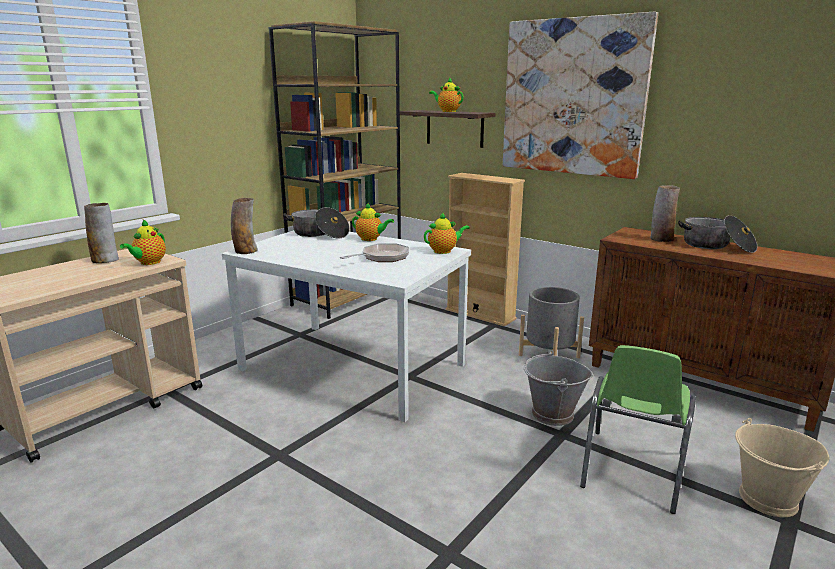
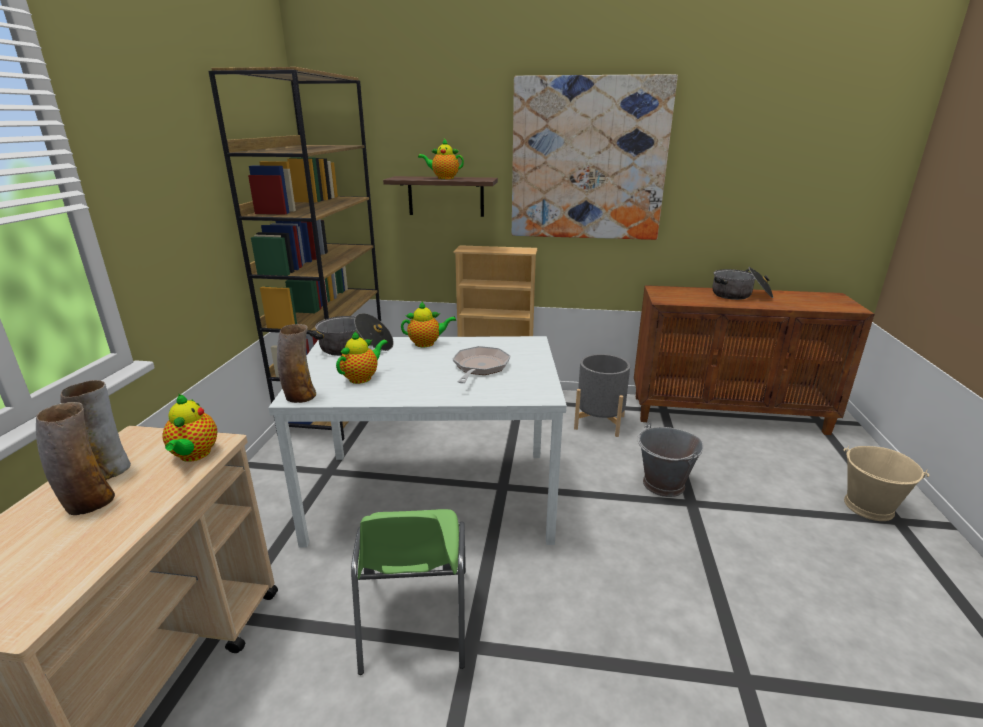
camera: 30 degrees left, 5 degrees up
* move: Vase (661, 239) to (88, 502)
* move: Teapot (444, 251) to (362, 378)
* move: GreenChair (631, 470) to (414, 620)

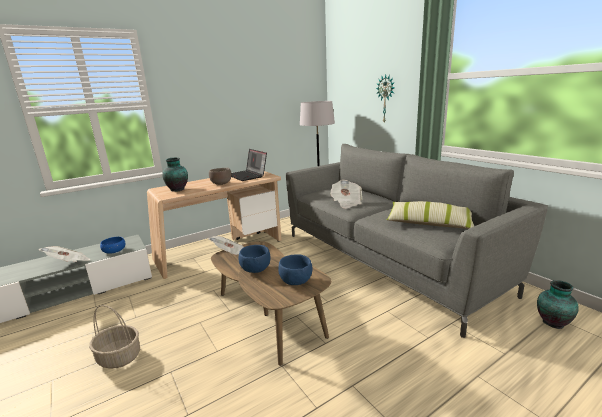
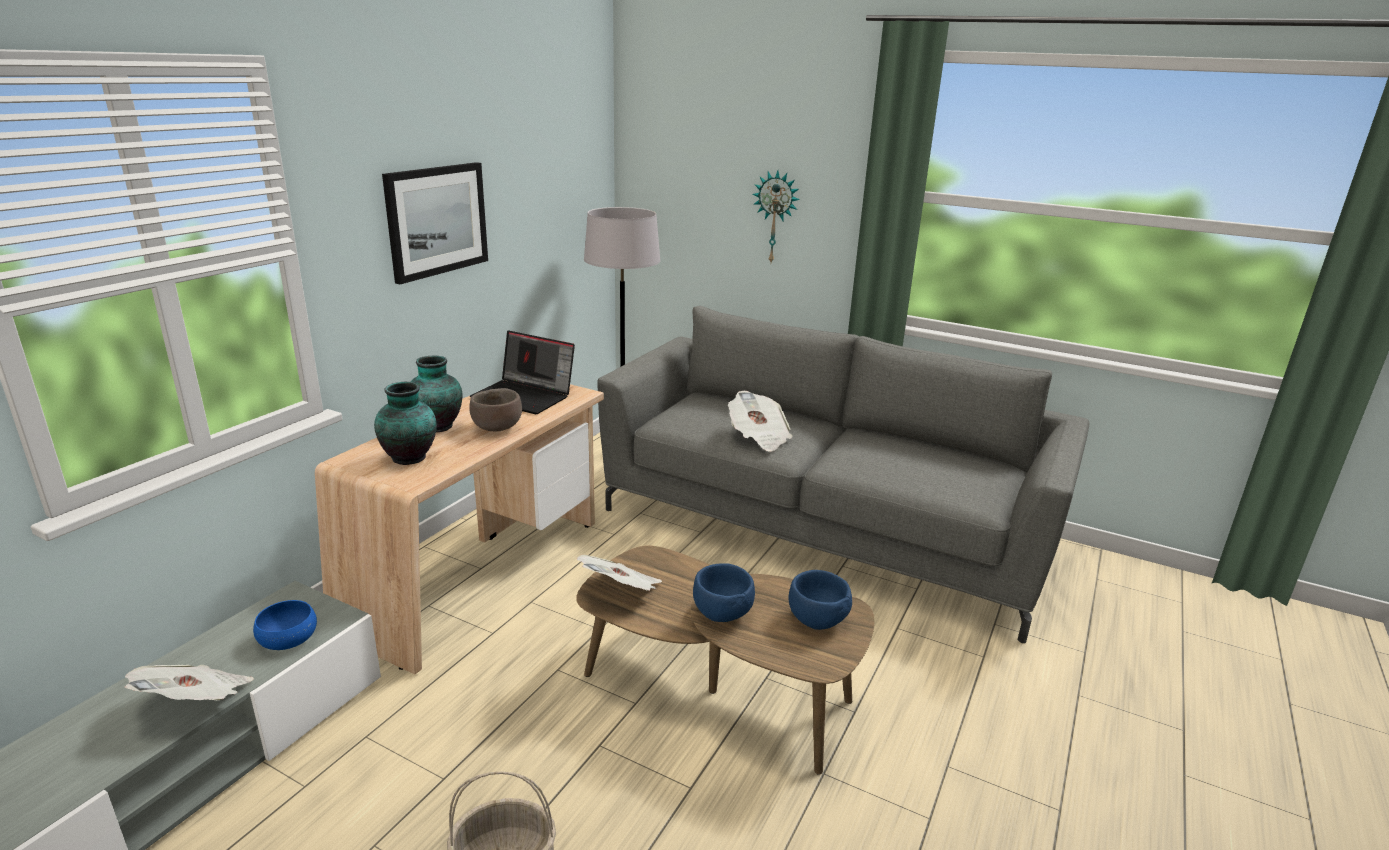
camera: 30 degrees left, 5 degrees up
* delete: Pillow (429, 223)
* move: Vase (553, 322) to (438, 425)
* insert: Picture (437, 220)

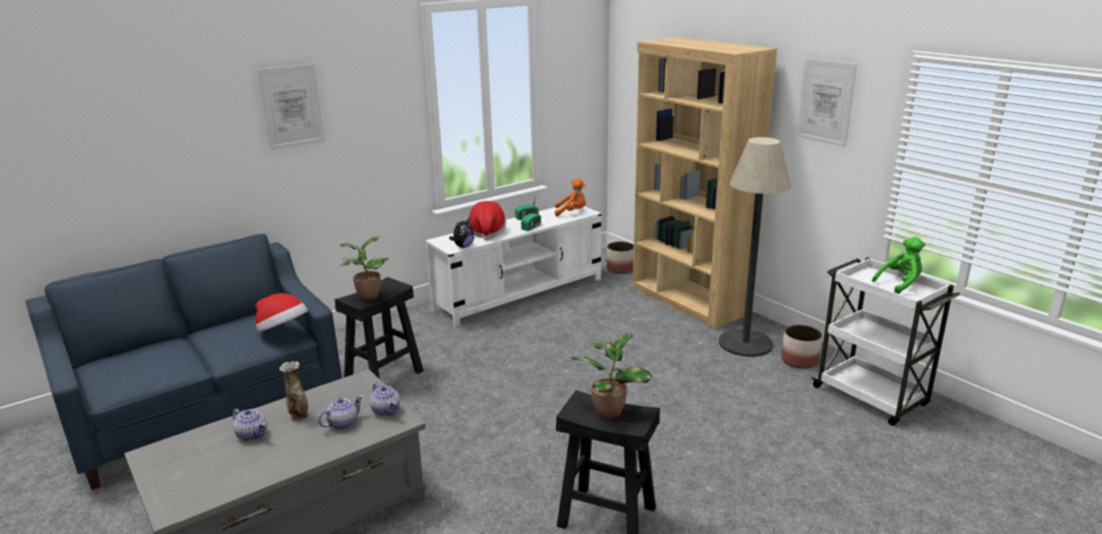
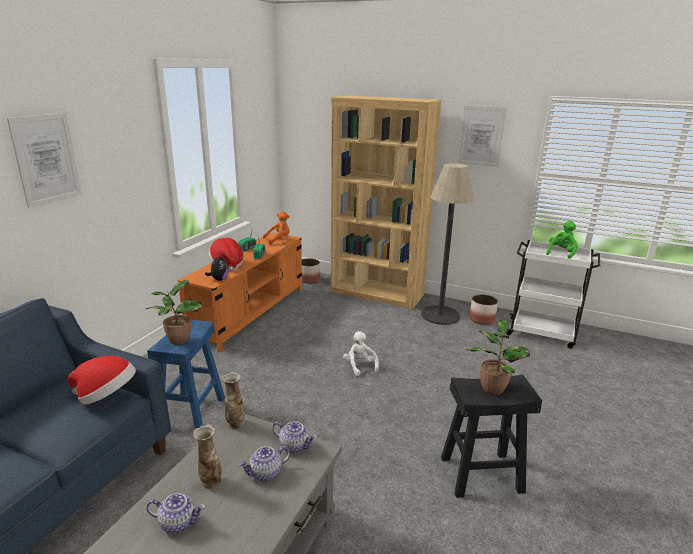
camera: 30 degrees left, 0 degrees up
* recolor: WhiteTvStand (520, 294) to OrangeTvStand (250, 313)
* recolor: BlackStool (384, 376) to BlueStool (191, 412)
* rotate: Teapot (343, 423) = (265, 473) 135 degrees counterclockwise
* insert: WhitePlushToy (359, 366)
* insert: Vase (235, 423)

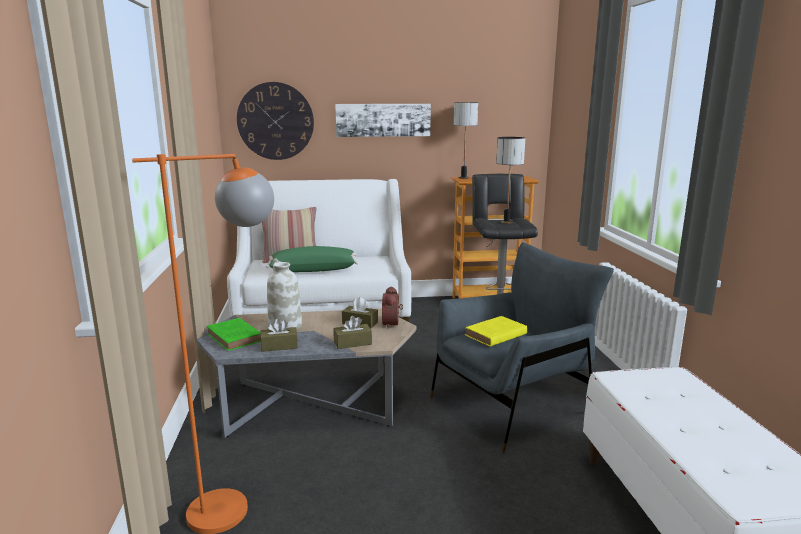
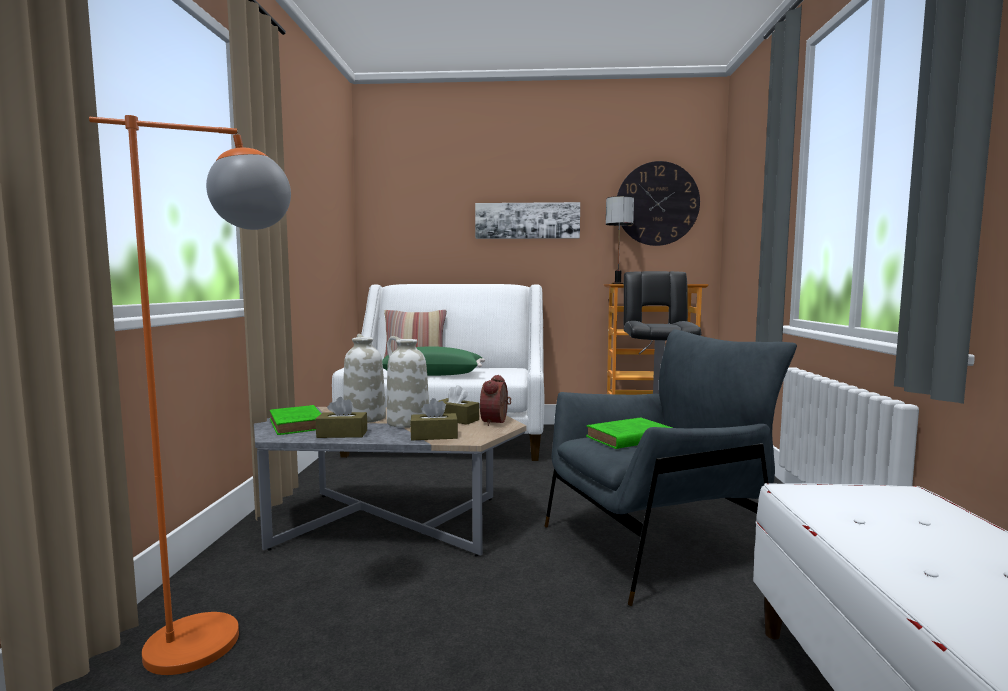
camera: 10 degrees right, 10 degrees down
* move: WallClock (275, 121) to (657, 204)
* delete: TableLamp (507, 222)
* recolor: YellowBook (494, 335) to GreenBook (627, 438)
* insert: WhiteVase (407, 422)

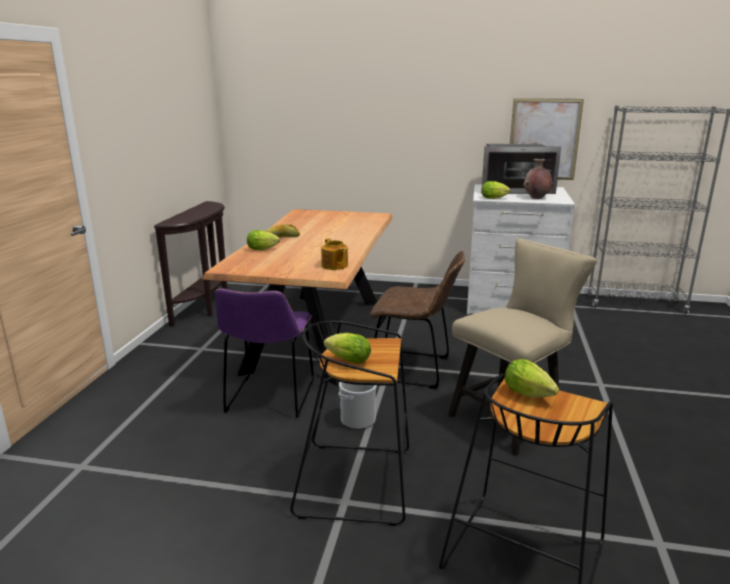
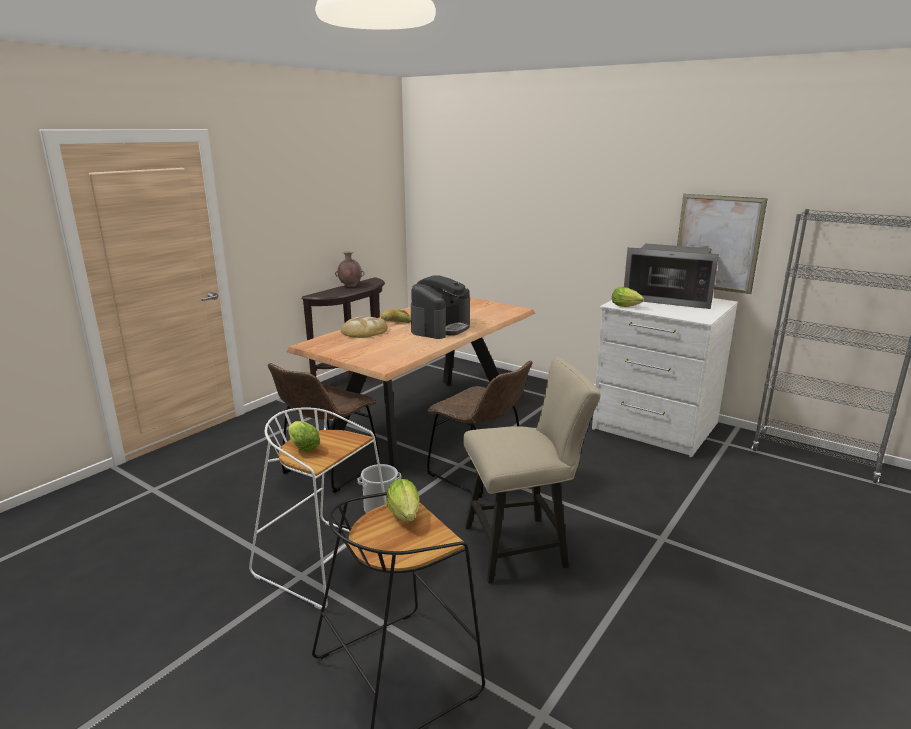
camera: 25 degrees right, 0 degrees up
* move: BrownVase (536, 198) to (350, 286)
* replace: Lettuce (264, 249) to Bread (363, 331)
* delete: Teapot (334, 266)
* recolor: PurpleChair (269, 399) to BrownChair (328, 471)
* recolor: BlackStool (357, 481) to WhiteStool (327, 562)
* insert: CoffeeMachine (441, 328)

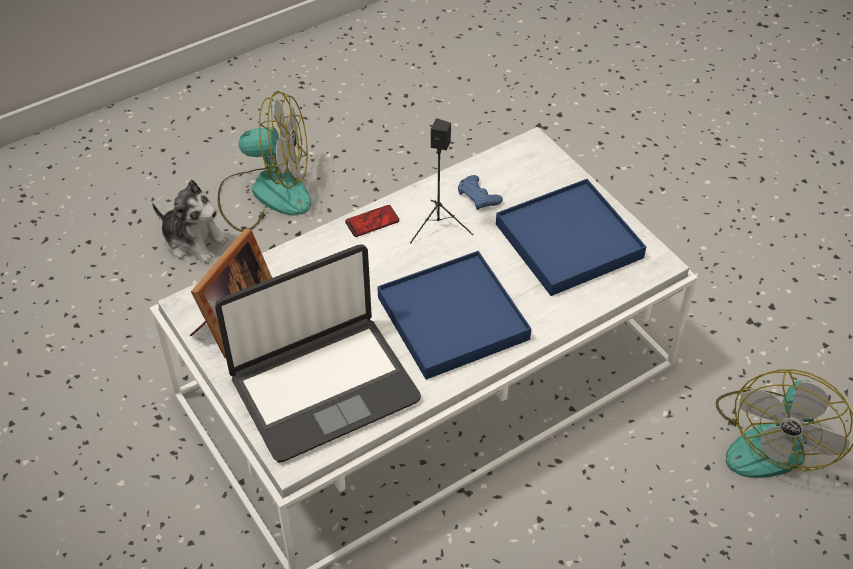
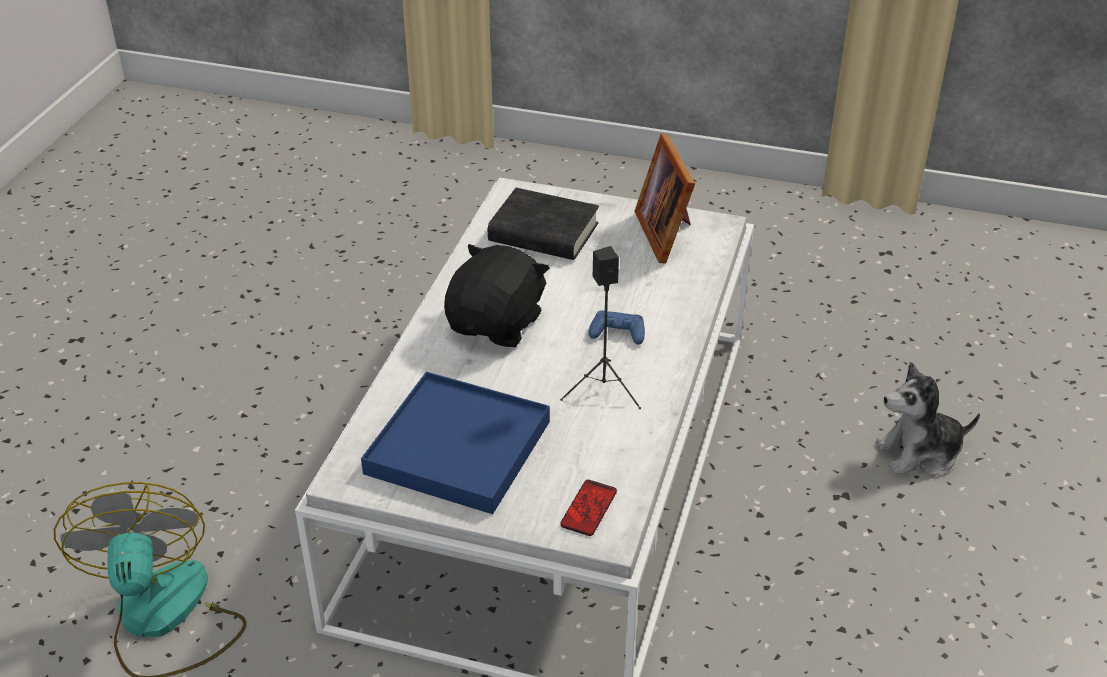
camera: 140 degrees right, 10 degrees down
* delete: Fan (266, 193)
* move: BlueGameController (478, 197) to (617, 333)
* move: Phone (372, 221) to (588, 508)
* replace: Laptop (324, 387) to BlackBook (543, 233)
* replace: BlueTray (453, 318) to BlackPlushToy (497, 324)

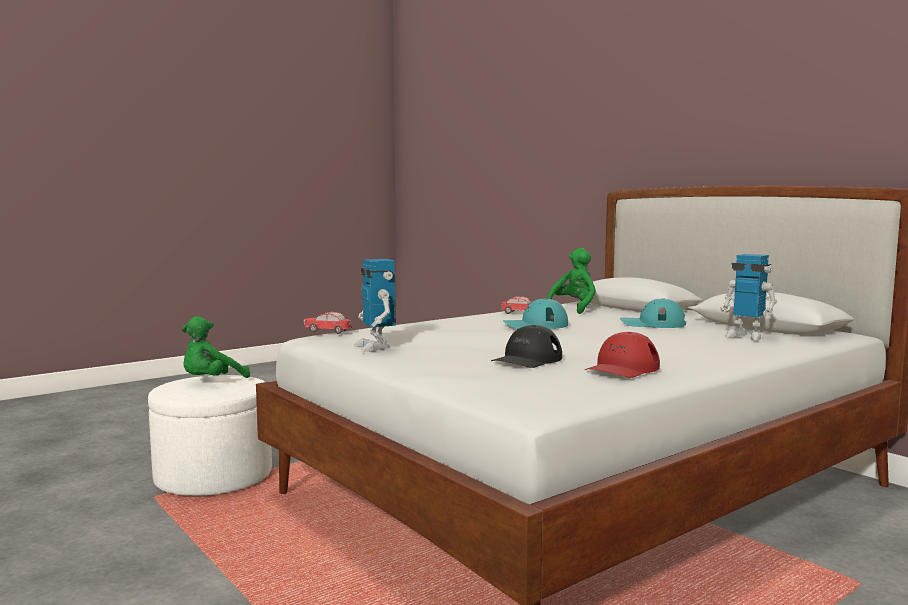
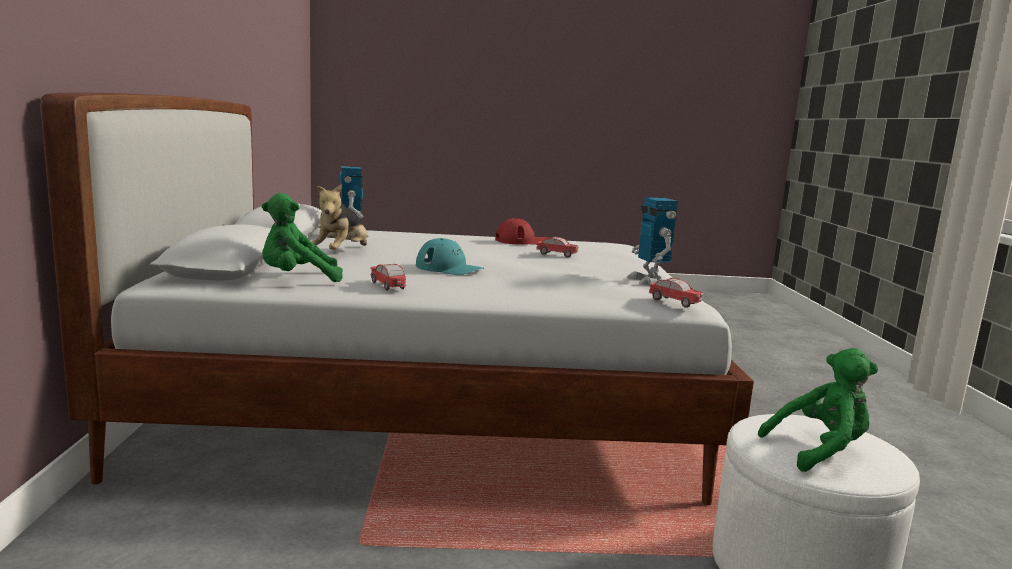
camera: 145 degrees left, 5 degrees up
* rotate: ToyRobot (375, 347) = (648, 281) 150 degrees clockwise
* replace: TurquoiseCap (652, 324) to PlushToy (342, 253)
* replace: BlackCap (527, 360) to ToyCar (556, 255)

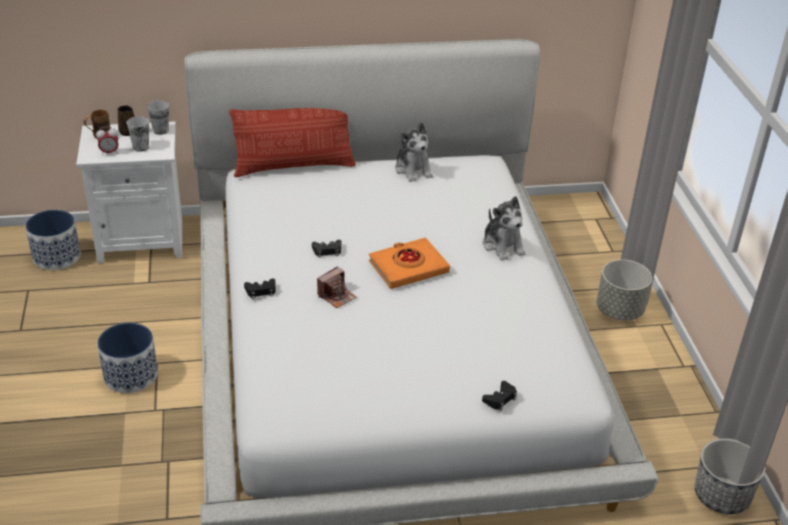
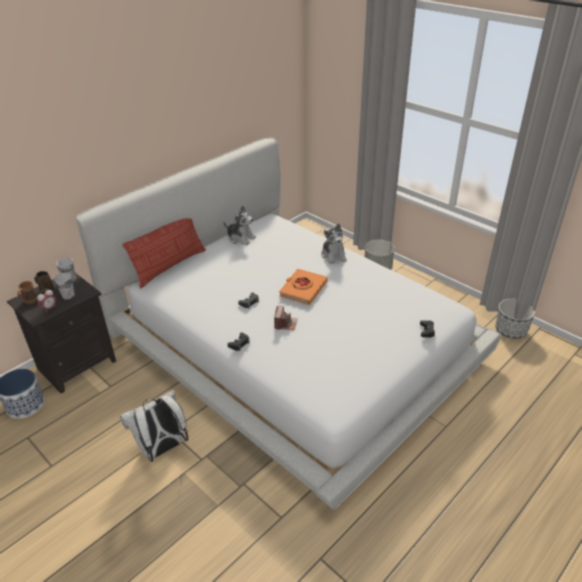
camera: 35 degrees left, 0 degrees up
* recolor: WhiteNightstand (142, 240) to BlackNightstand (77, 364)
* rotate: PlushToy (503, 246) = (333, 255) 45 degrees clockwise
* replace: Planter (130, 376) to WhiteBackpack (162, 449)

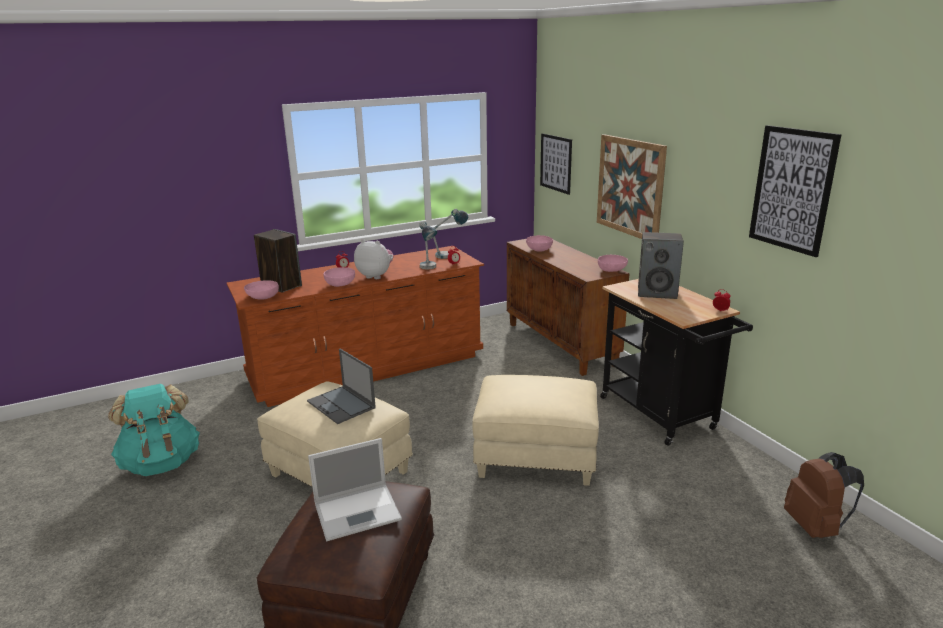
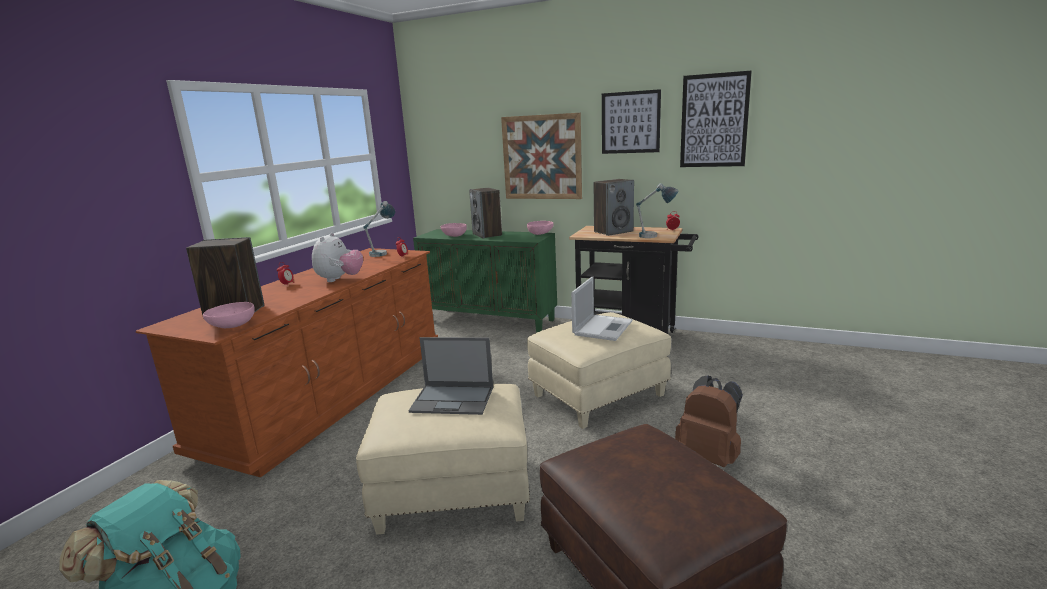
camera: 40 degrees left, 5 degrees down
* move: Picture (556, 163) to (630, 122)
* move: TableLamp (429, 269) to (655, 237)
* rotate: PlushToy (376, 276) = (340, 279) 120 degrees clockwise
* recolor: BrownCabinet (561, 344) to GreenCabinet (490, 320)
* delete: PinkBowl (340, 284)
* move: Laptop (359, 511) to (603, 327)
* move: BrownBackpack (815, 527) to (709, 456)
* insert: Speaker (487, 235)

